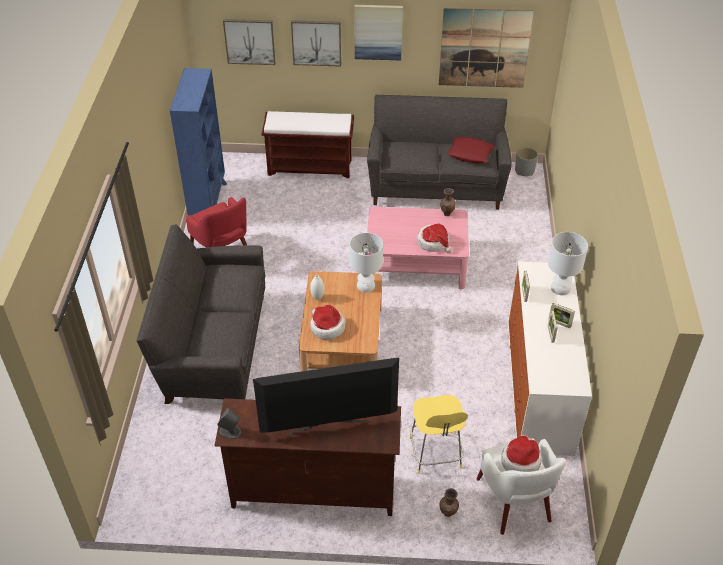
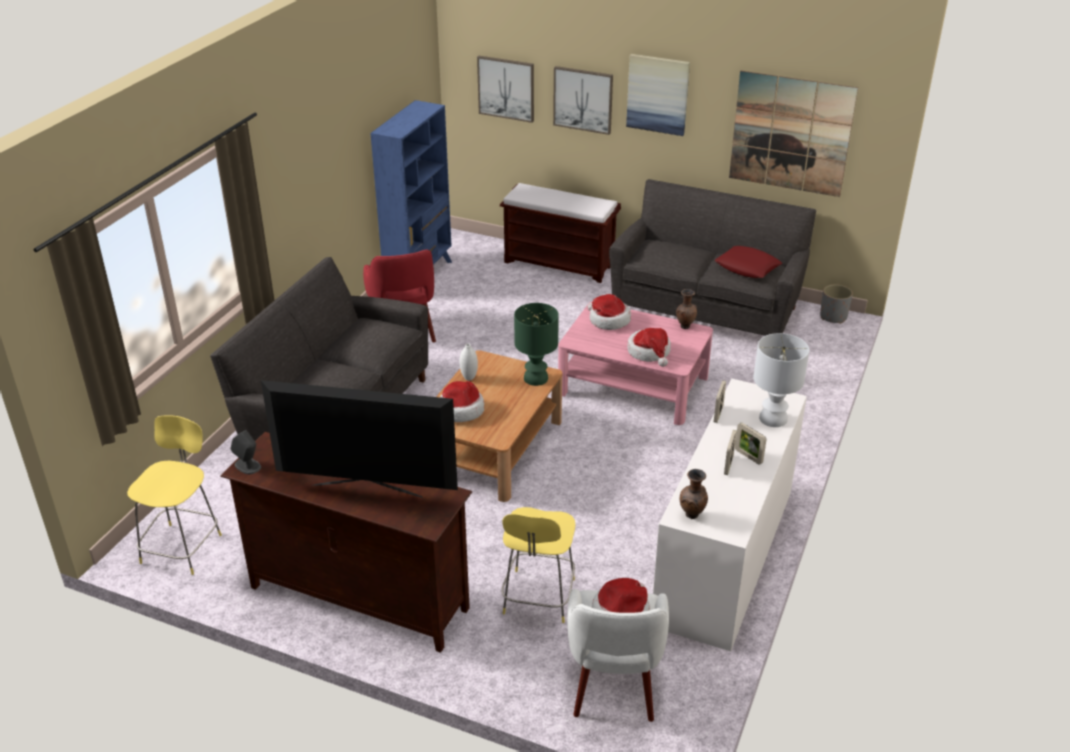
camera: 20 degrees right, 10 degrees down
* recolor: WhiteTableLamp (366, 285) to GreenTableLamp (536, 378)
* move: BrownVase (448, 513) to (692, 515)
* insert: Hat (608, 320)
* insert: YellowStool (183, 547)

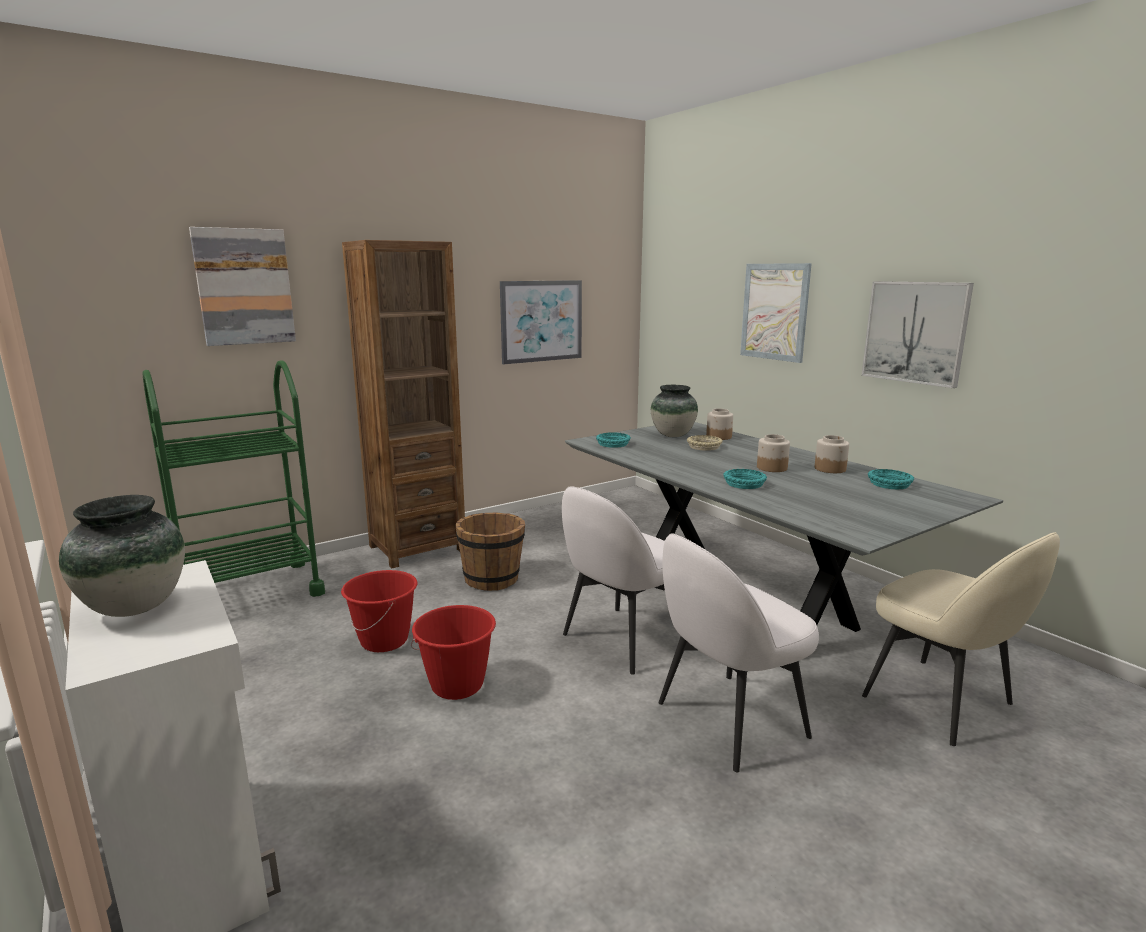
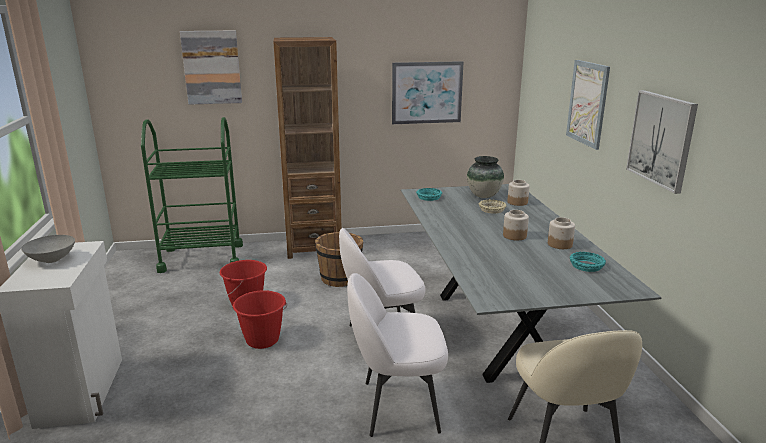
camera: 25 degrees right, 5 degrees up
* delete: TurquoiseBowl (744, 484)
* replace: Vase (136, 607) to GreyBowl (52, 260)

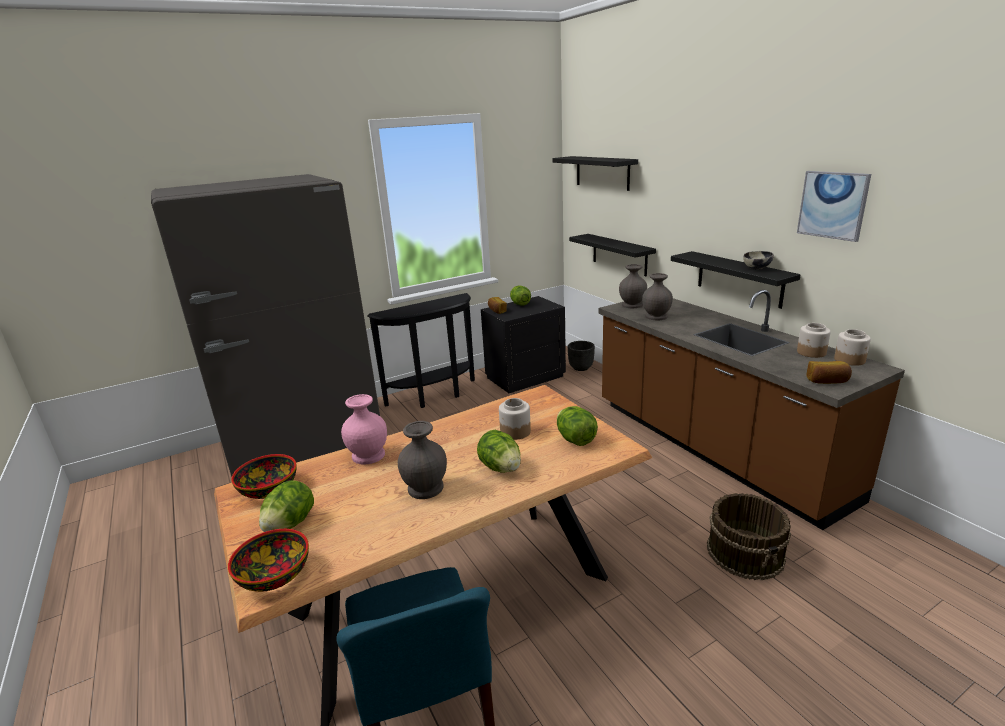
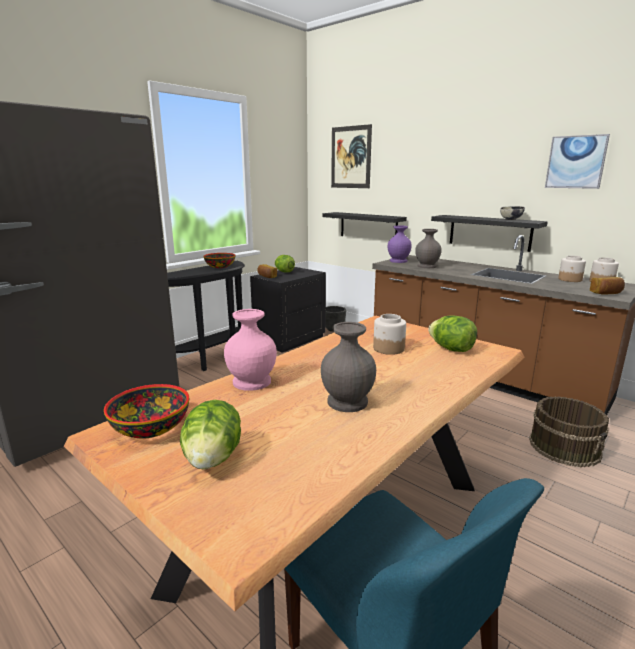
camera: 20 degrees left, 5 degrees down
* replace: BlackShelf (602, 172) to Picture (350, 157)
* recolor: GreyVase (631, 305) to PurpleVase (398, 261)
* delete: Lettuce (500, 468)
* move: Bowl (274, 576) to (220, 266)

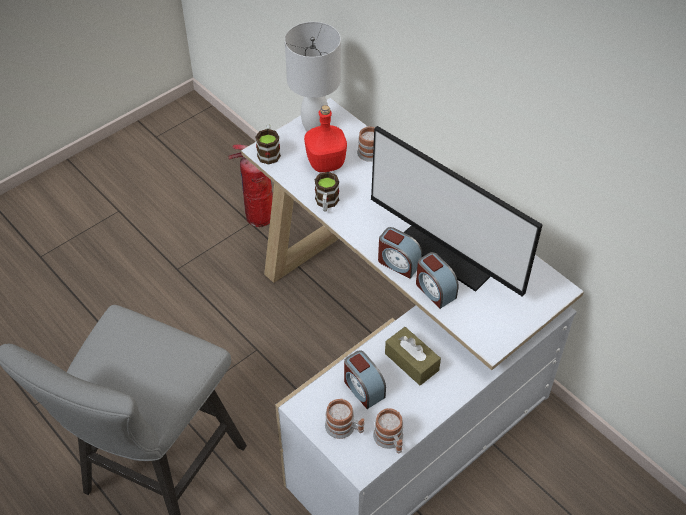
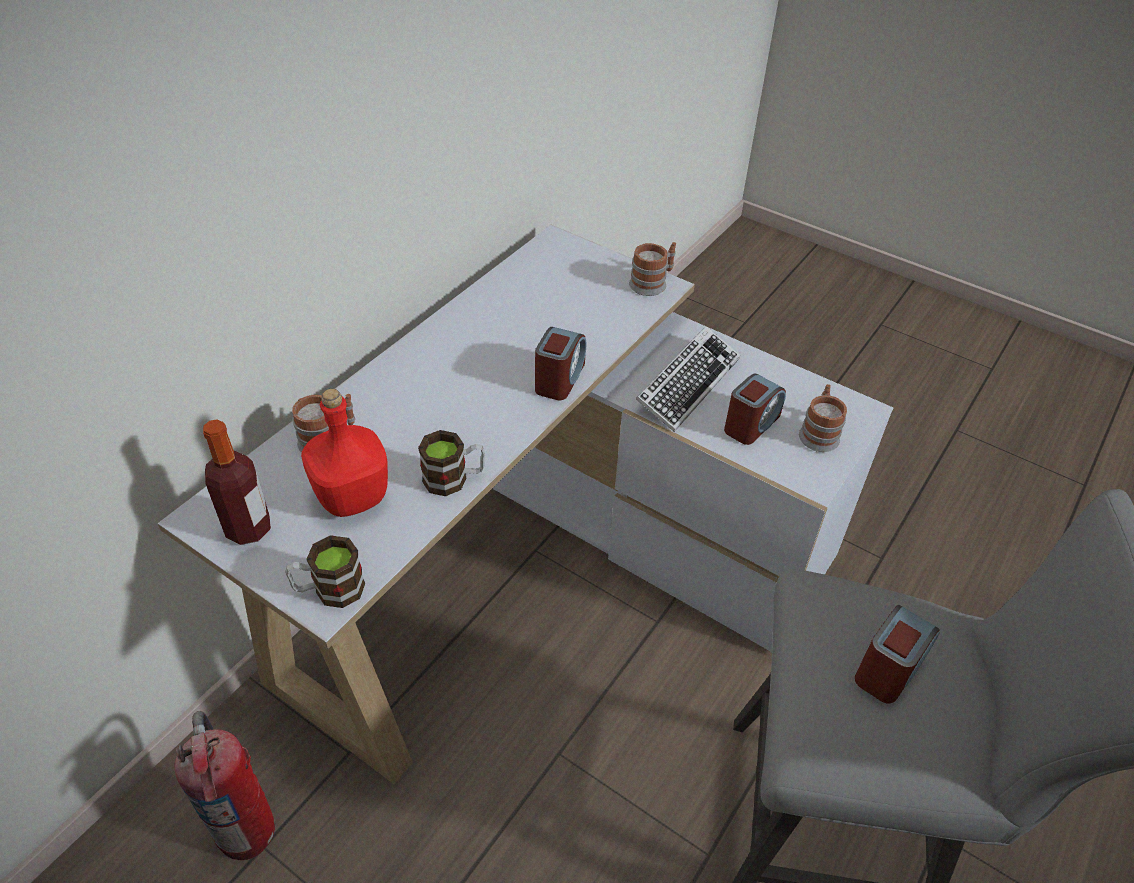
camera: 105 degrees left, 5 degrees down
* replace: WhiteTableLamp (316, 126) to Bottle (248, 528)
* delete: Monitor (451, 249)
* move: AlarmClock (434, 290) to (889, 668)
* replace: BrownTissueBox (411, 362) to Keyboard (687, 384)
* move: Mug (390, 440) to (652, 283)

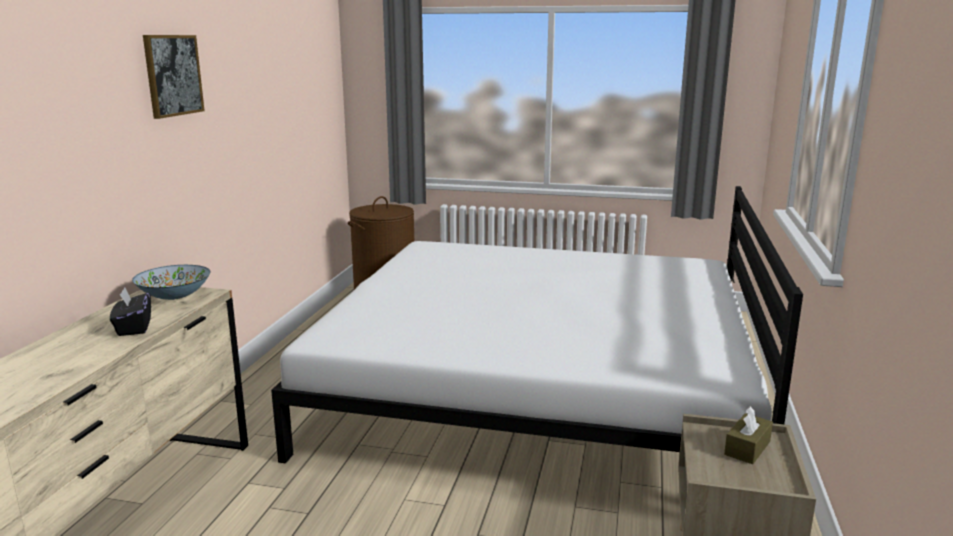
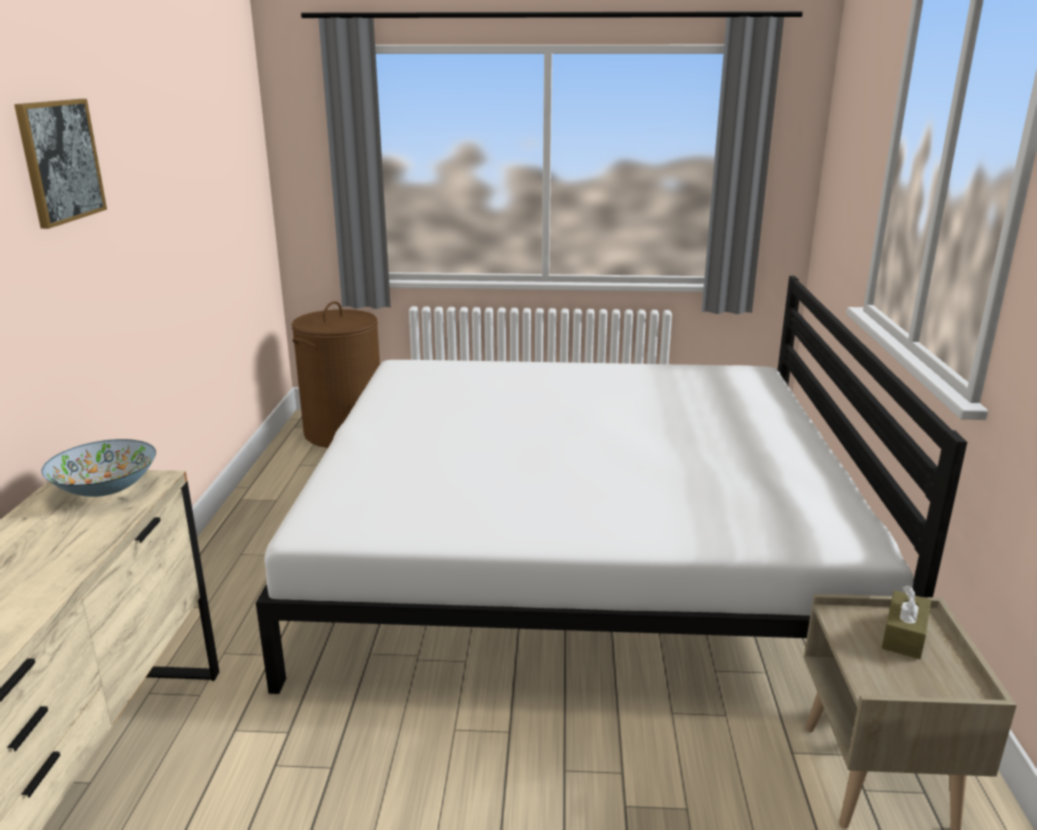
camera: 10 degrees left, 5 degrees up
* delete: BlackTissueBox (133, 328)

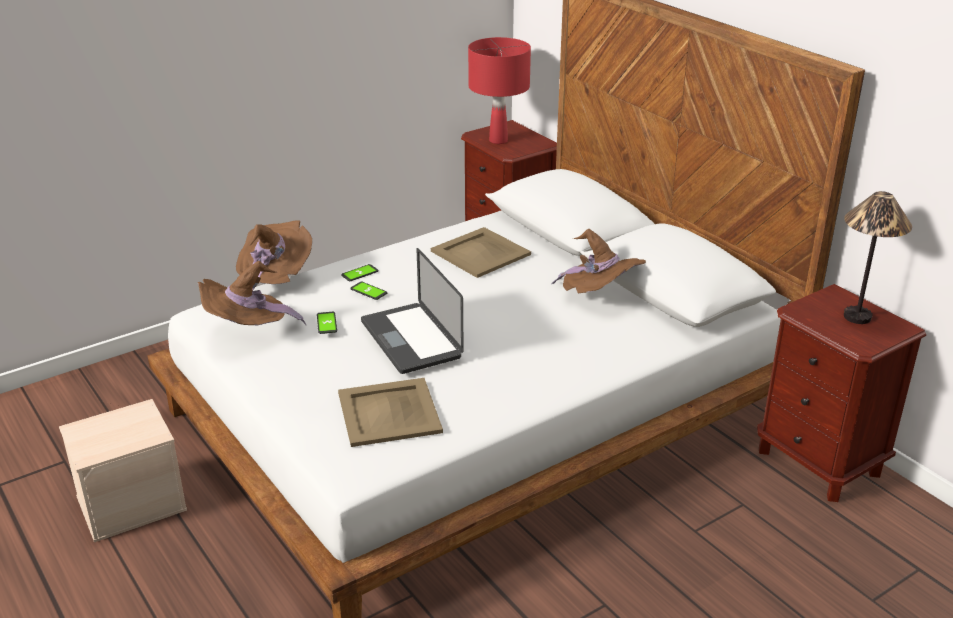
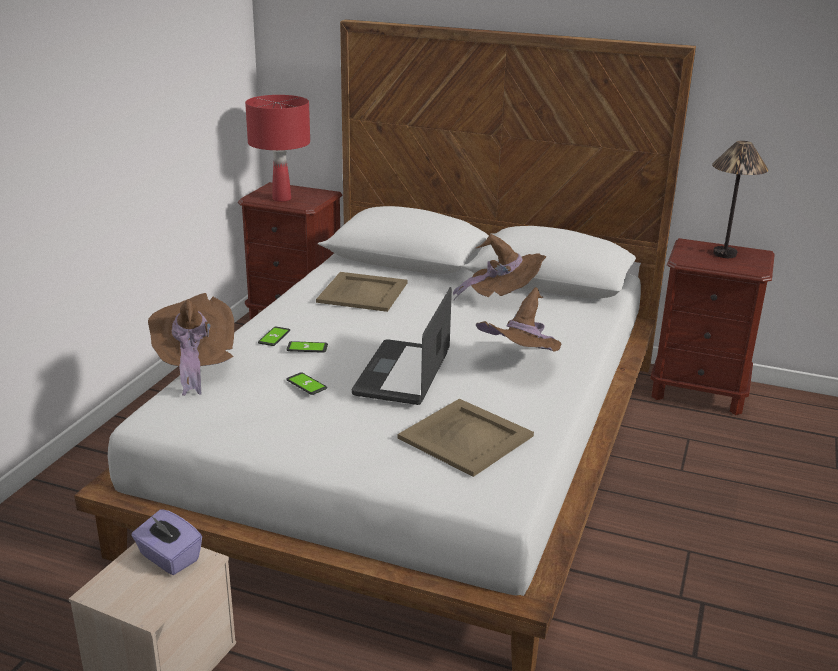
camera: 35 degrees left, 5 degrees down
* rotate: Laptop (411, 339) = (402, 374) 75 degrees clockwise
* move: BrownHat (249, 330) to (521, 365)
* insert: PurpleTissueBox (168, 558)

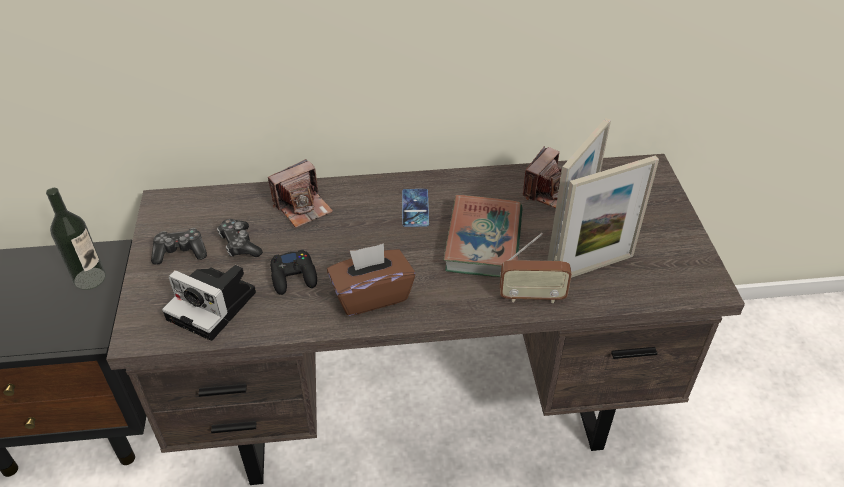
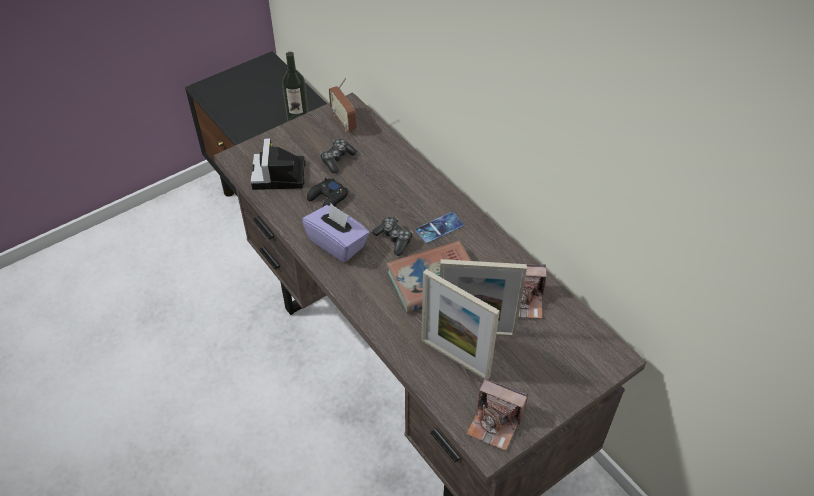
camera: 60 degrees right, 5 degrees up
* move: PhotoCamera (303, 207) to (495, 423)
* move: GameController (180, 252) to (394, 239)
* move: Radio (532, 297) to (344, 121)
* recolor: BrownTissueBox (371, 295) to PurpleTissueBox (337, 243)

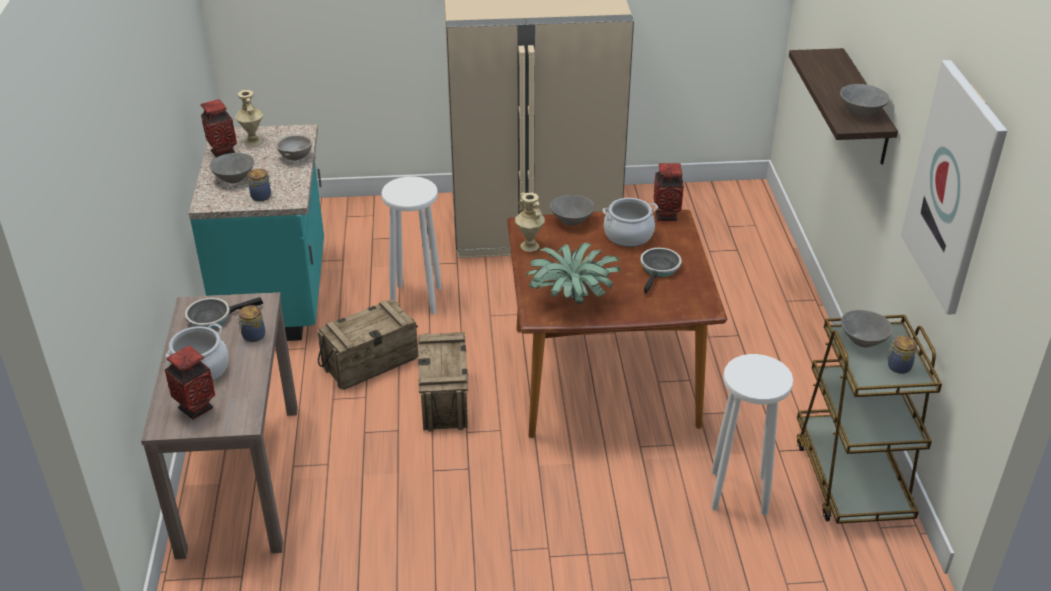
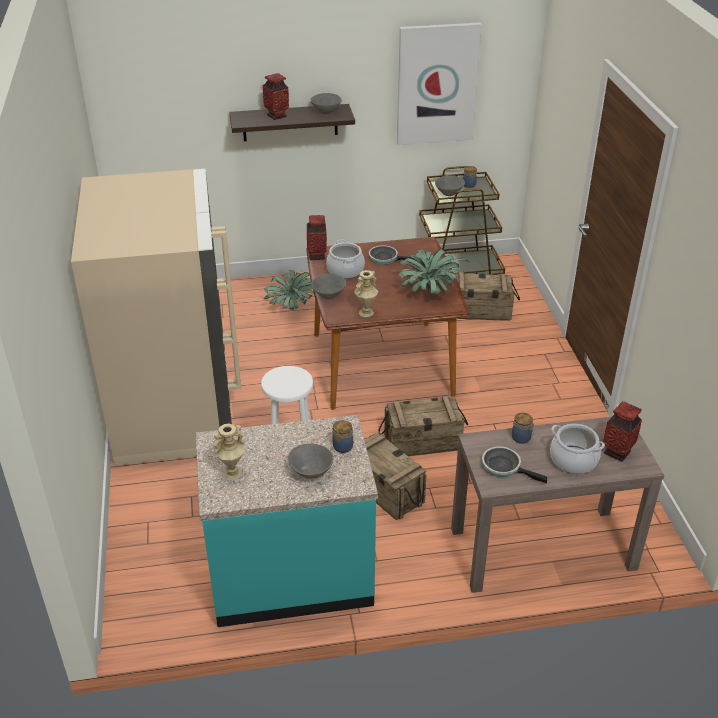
camera: 95 degrees left, 0 degrees up
* move: Vase (223, 153) to (276, 116)
* delete: GreyBowl (295, 158)
* rotate: FryingPan (213, 317) = (504, 467) 150 degrees clockwise
* replace: WhiteStool (739, 491) to Crate (479, 311)
* insert: PottedPlant (292, 307)

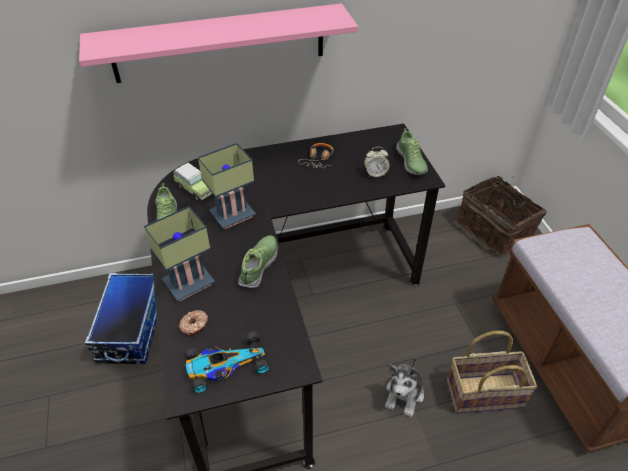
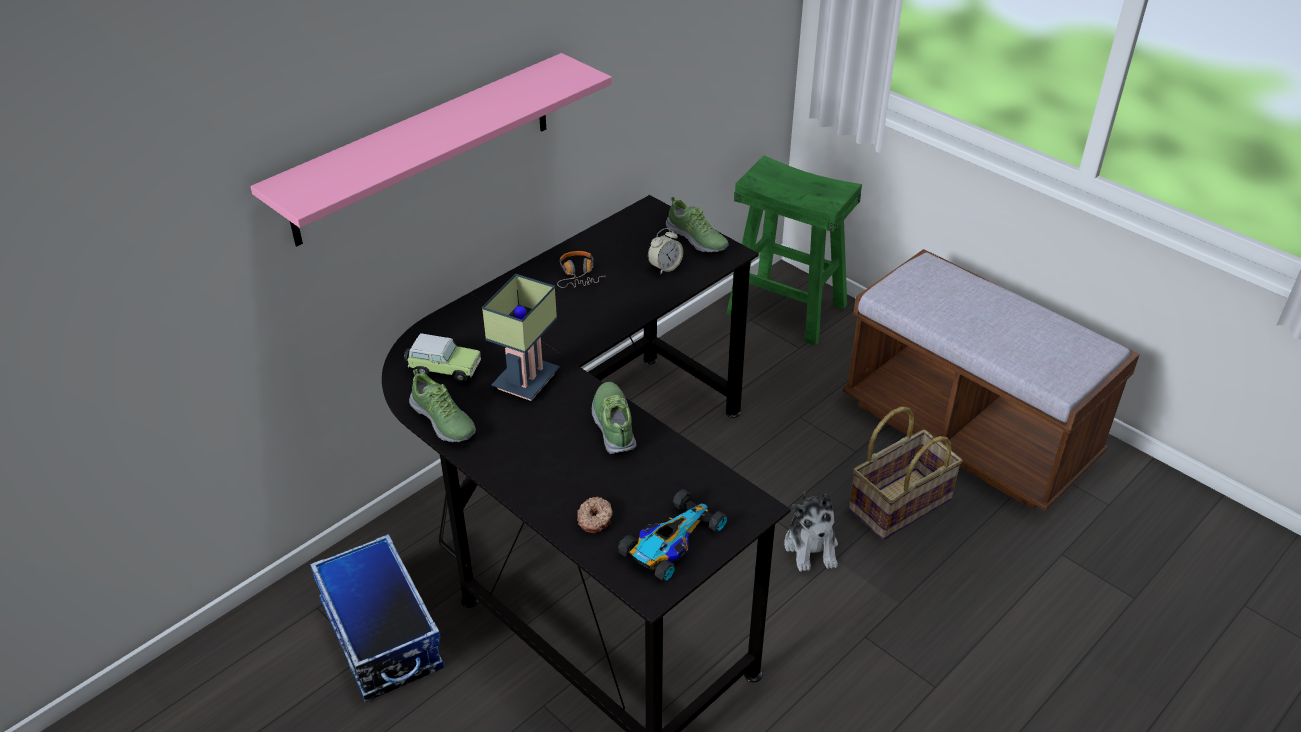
camera: 30 degrees left, 5 degrees down
* replace: Basket (495, 229) to GreenStool (787, 309)
* delete: TableLamp (189, 281)

